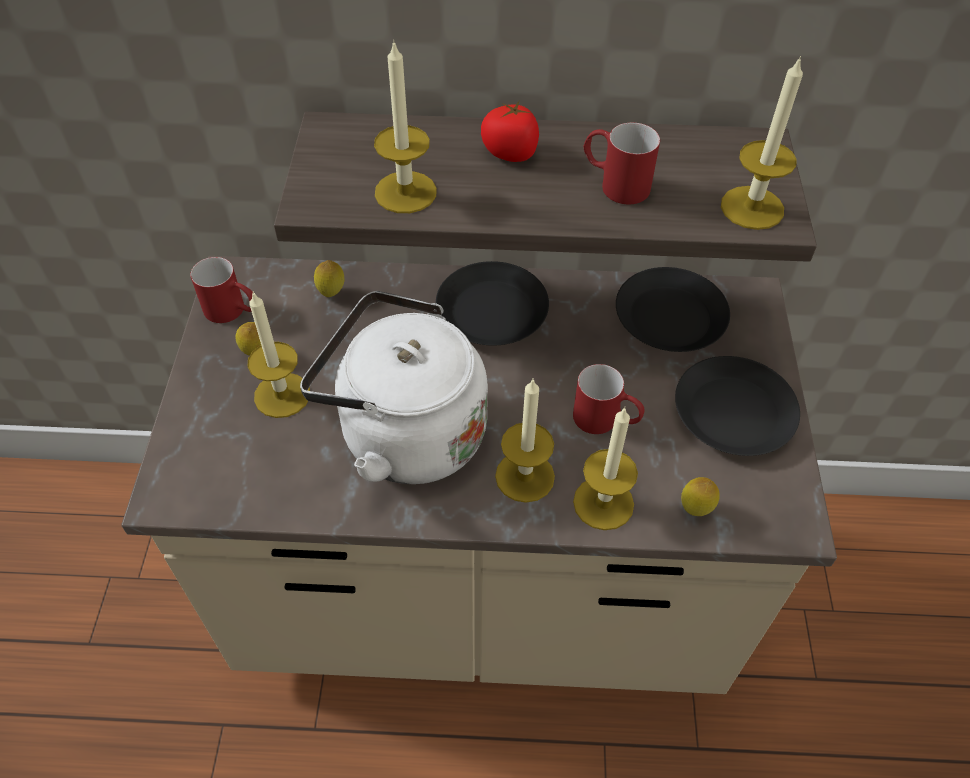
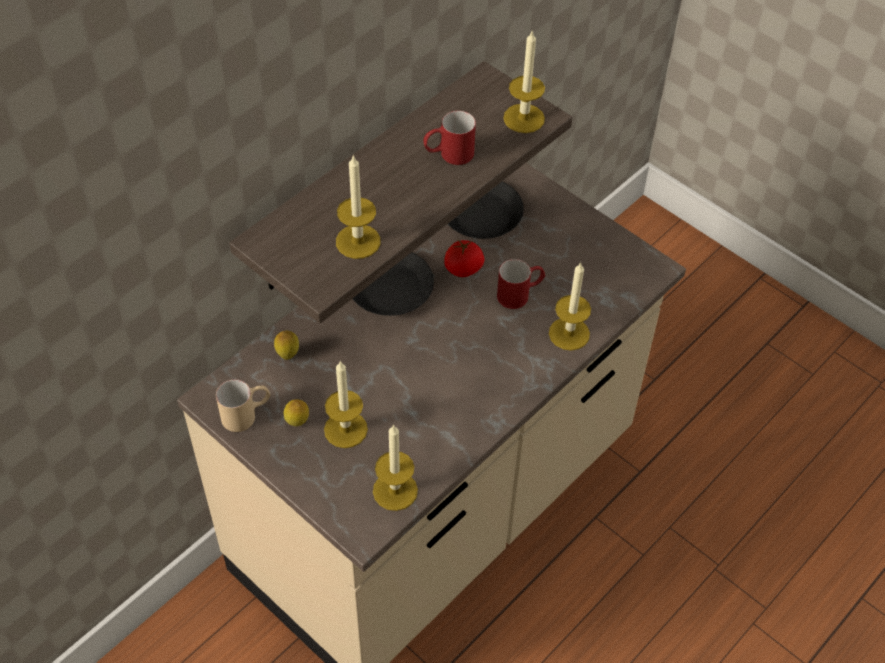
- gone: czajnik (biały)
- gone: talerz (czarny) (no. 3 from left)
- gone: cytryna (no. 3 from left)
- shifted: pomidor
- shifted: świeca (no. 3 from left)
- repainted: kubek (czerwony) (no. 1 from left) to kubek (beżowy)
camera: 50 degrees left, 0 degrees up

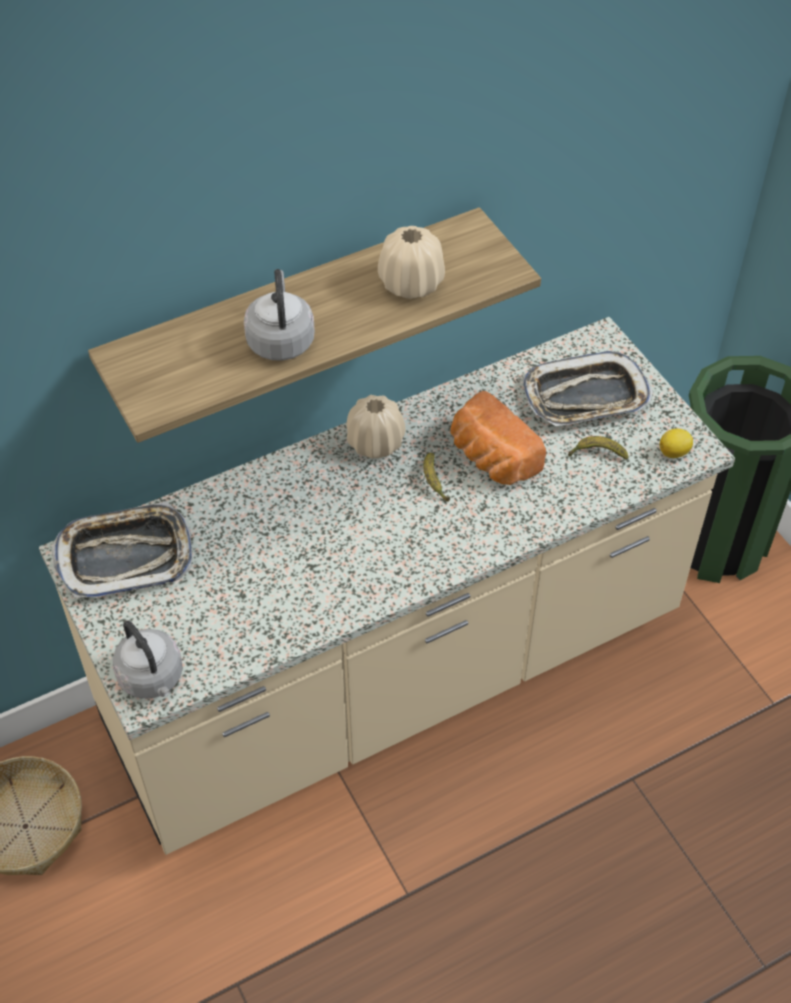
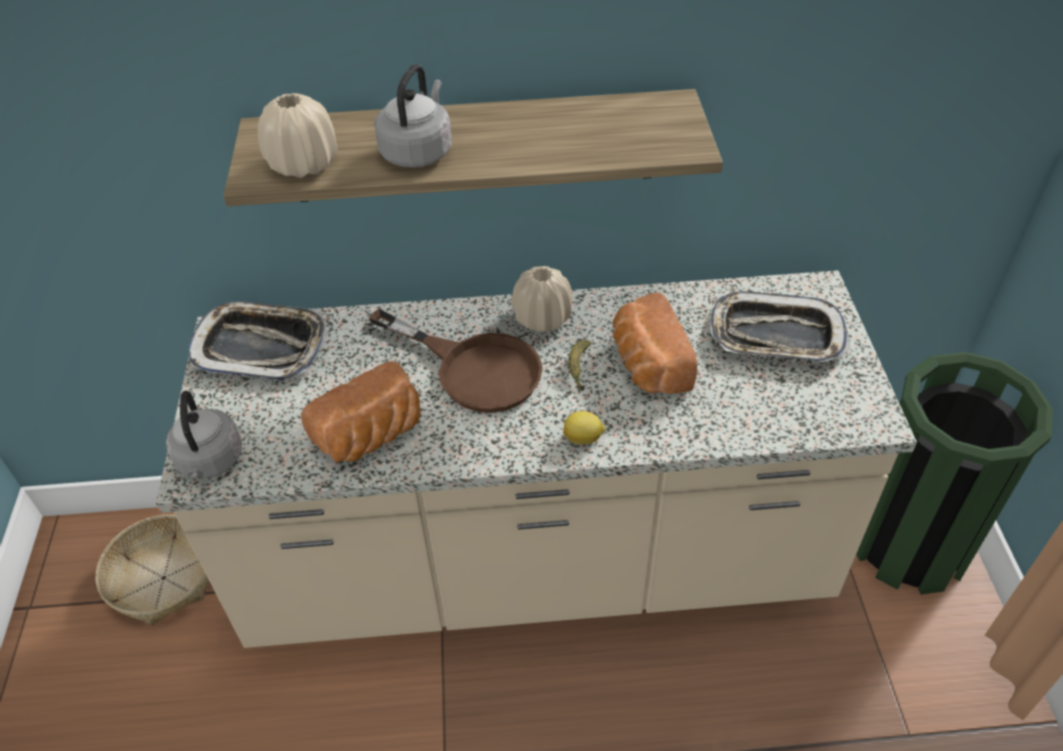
- gone: banan (no. 2 from left)
- new: chleb (no. 1 from left)
- new: patelnia (brązowy)
- shifted: wazon (beżowy) (no. 2 from left in the first image) to wazon (beżowy) (no. 1 from left)
- shifted: cytryna
camera: 25 degrees right, 5 degrees down

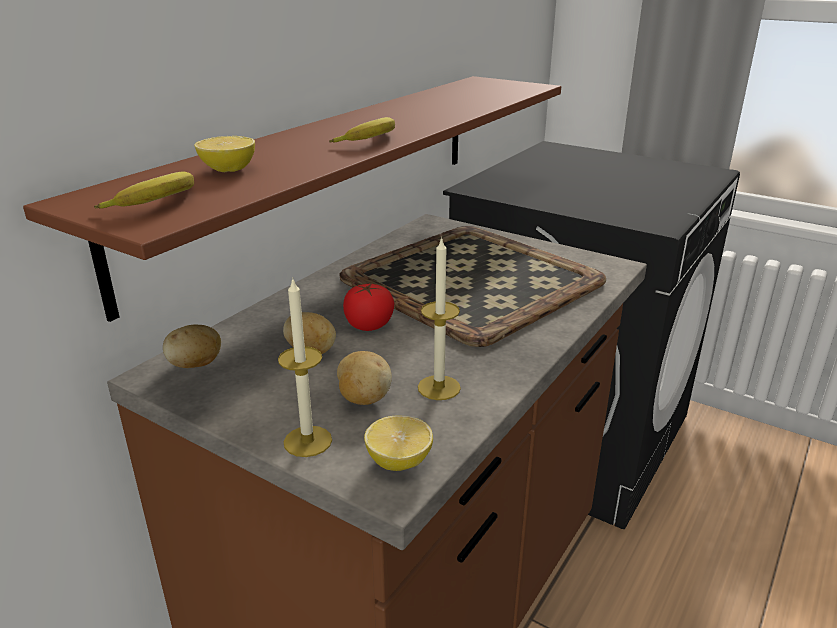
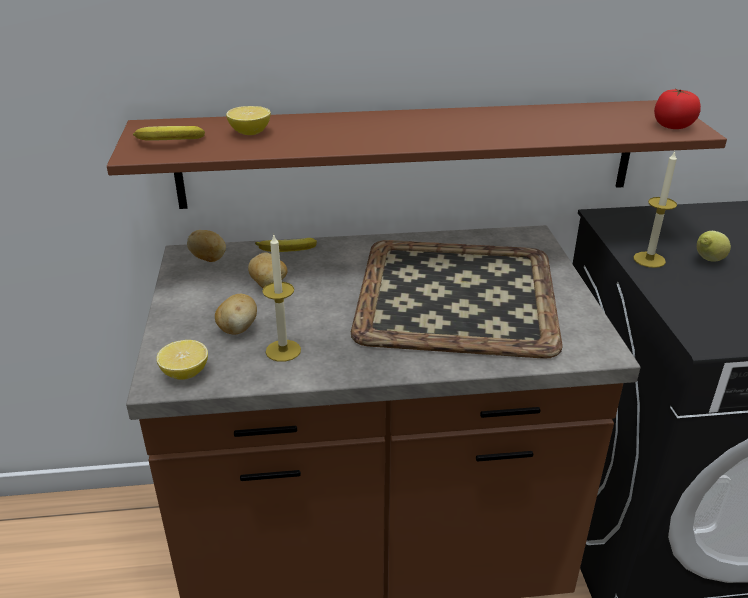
- new: cytryna (no. 3 from left)
- shifted: świeca (no. 1 from left in the first image) to świeca (no. 2 from left)
- shifted: banan (no. 2 from left)
- shifted: pomidor
camera: 50 degrees right, 5 degrees up

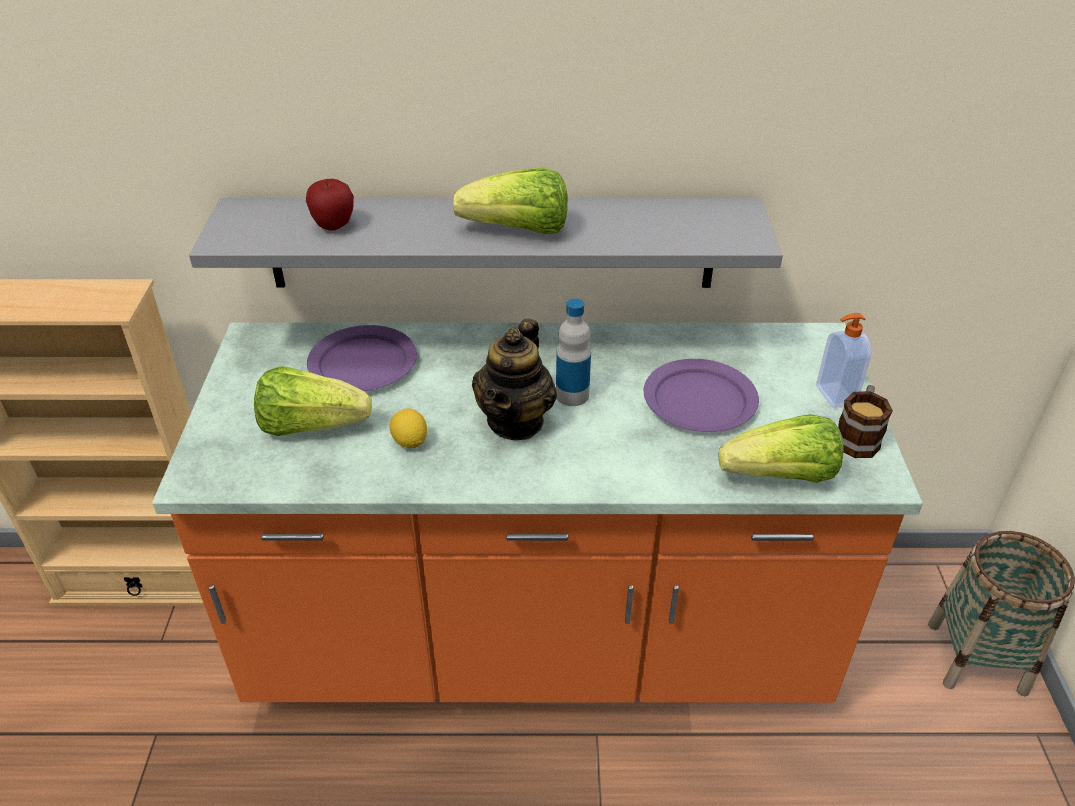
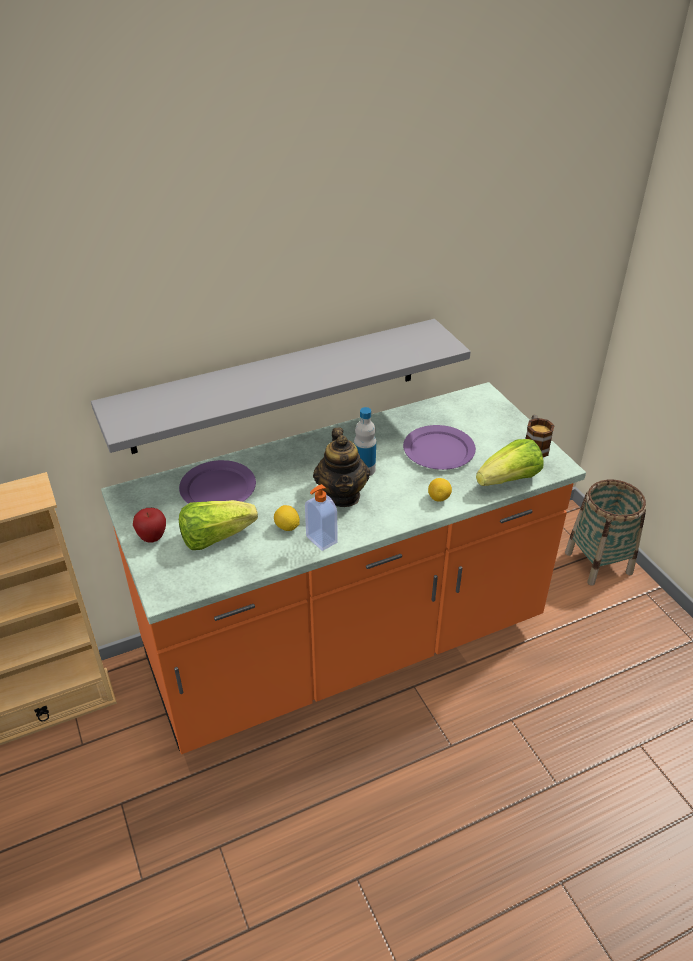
- gone: sałata (no. 2 from left)
- new: cytryna (no. 2 from left)
- shifted: jabłko
- shifted: dozownik mydła
camera: 25 degrees left, 0 degrees up

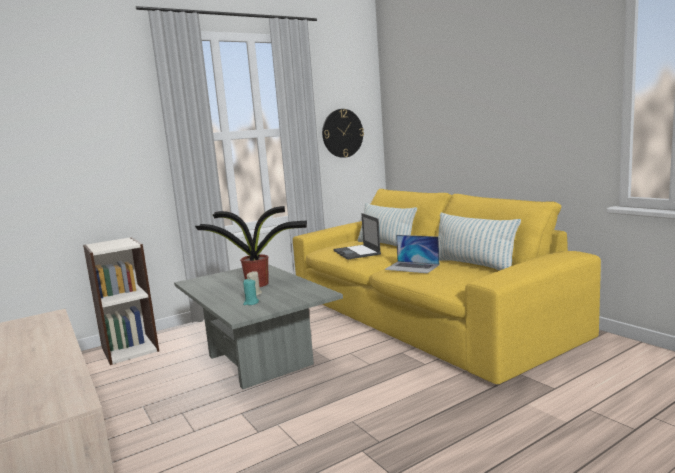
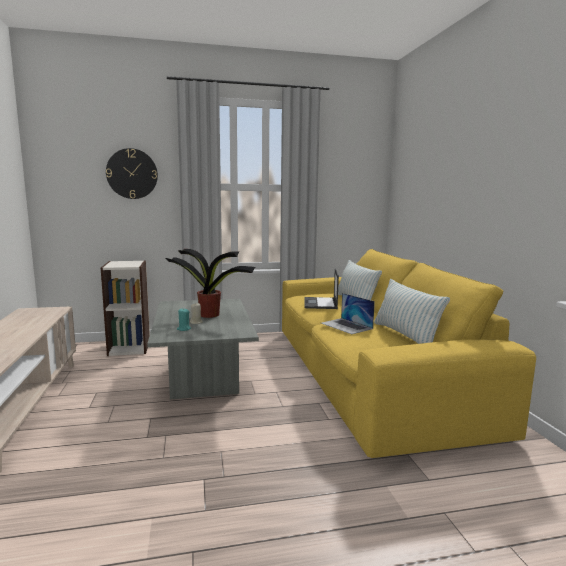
- shifted: zegar ścienny
camera: 20 degrees right, 0 degrees up

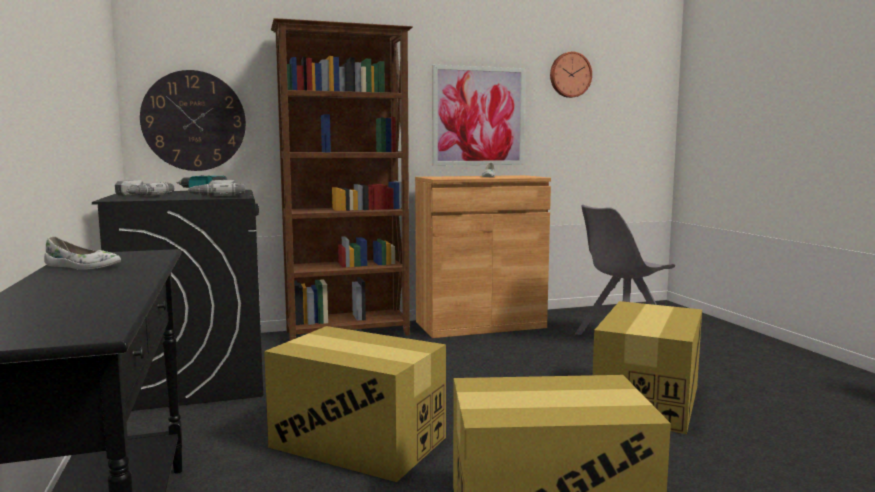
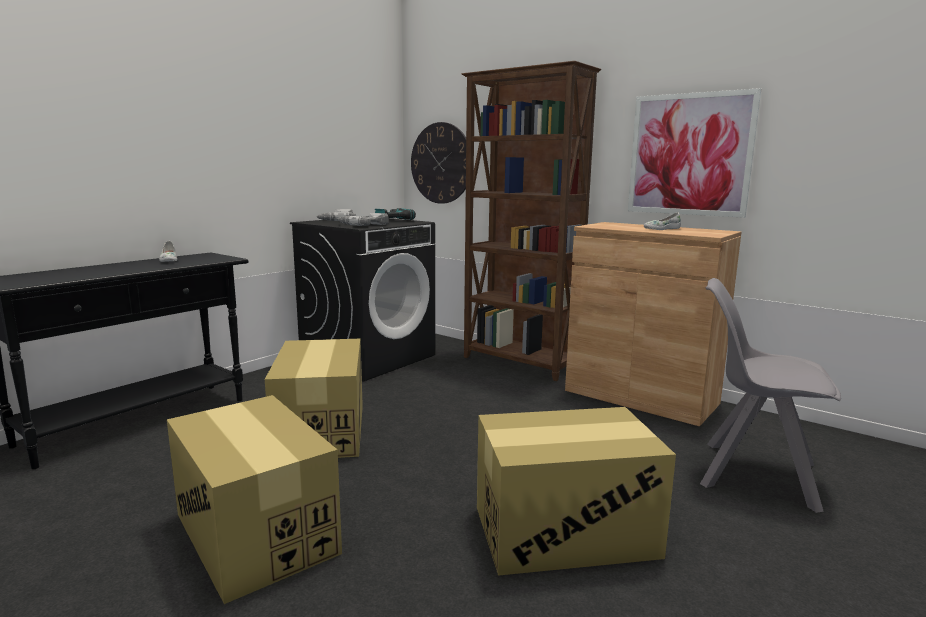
- gone: zegar ścienny (no. 2 from left)
camera: 55 degrees right, 5 degrees up

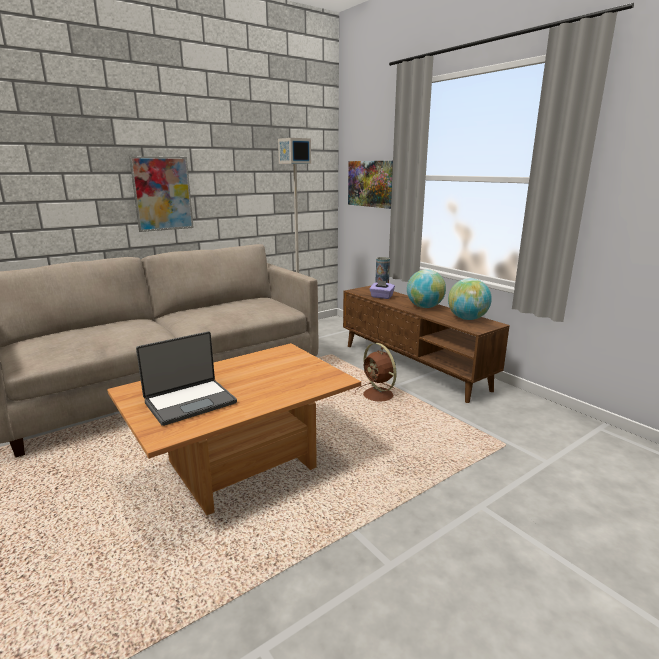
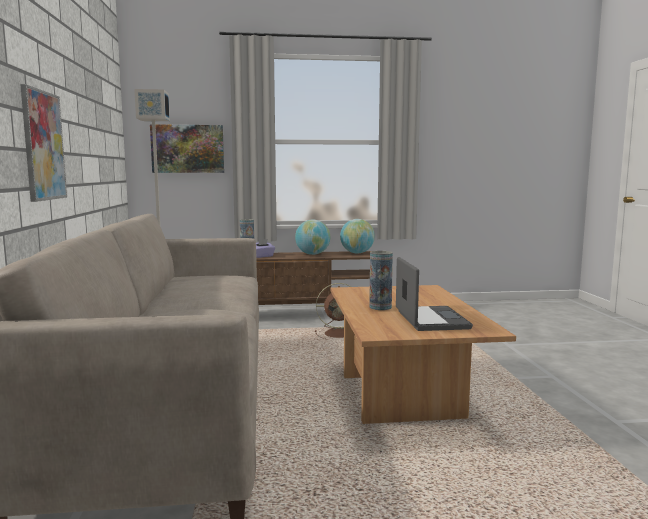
- new: wazon (no. 2 from left)
camera: 60 degrees left, 10 degrees down

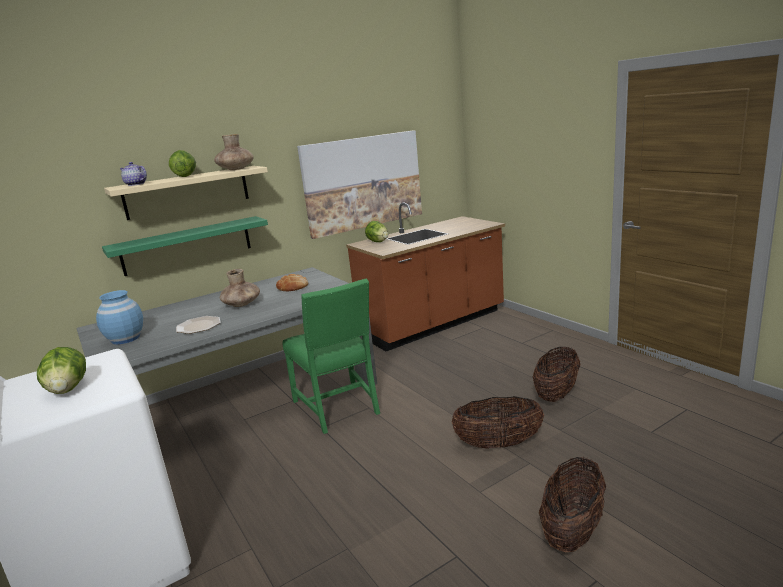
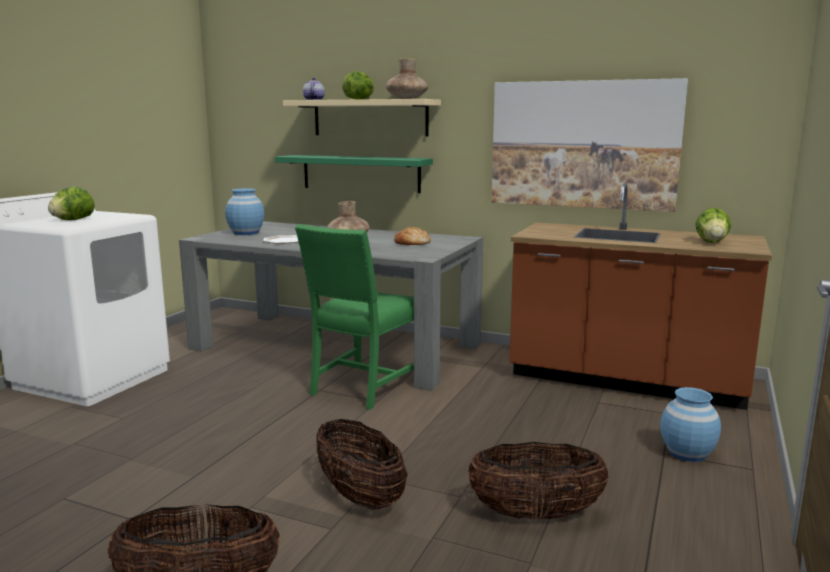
- new: wazon (niebieski) (no. 2 from left)
- shifted: sałata (no. 3 from left)
camera: 55 degrees right, 5 degrees down

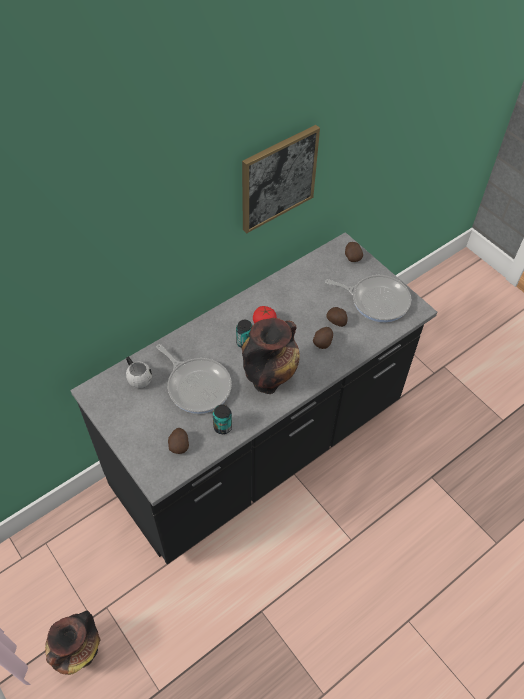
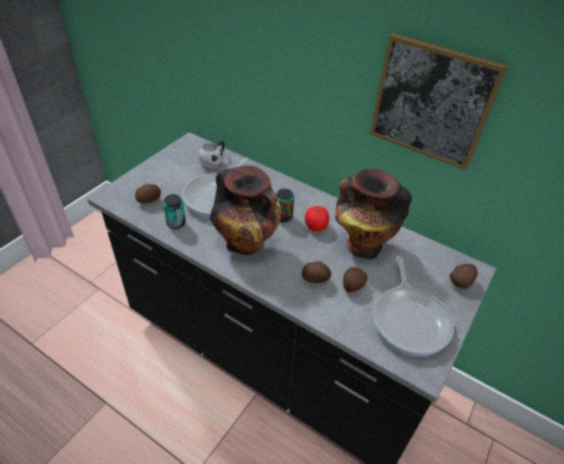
- shifted: wazon (no. 1 from left in the first image) to wazon (no. 2 from left)
camera: 70 degrees right, 10 degrees down

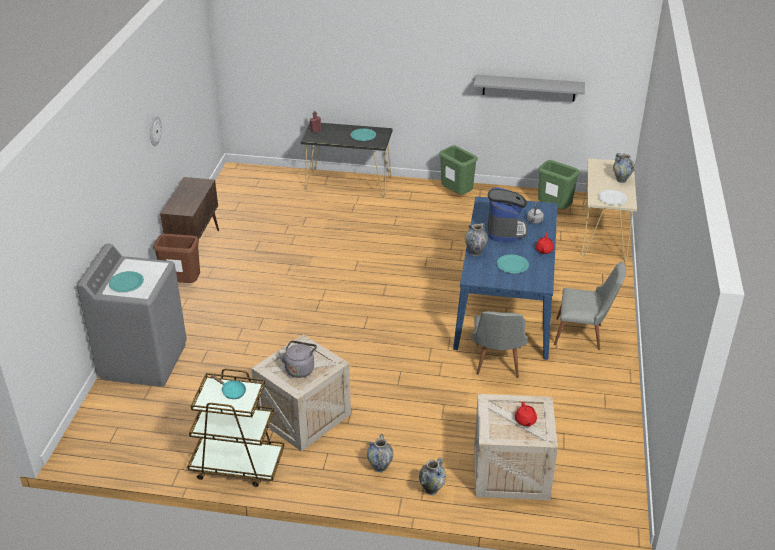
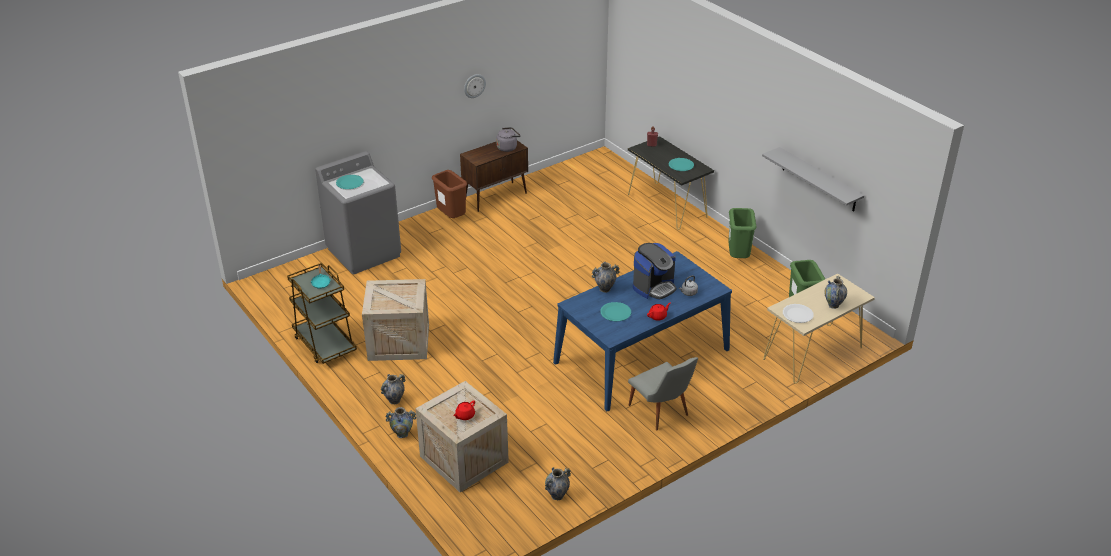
- gone: krzesło (szary) (no. 1 from left)
- new: wazon (no. 3 from left)
- shifted: czajnik (szary) (no. 1 from left)
camera: 45 degrees right, 0 degrees up

